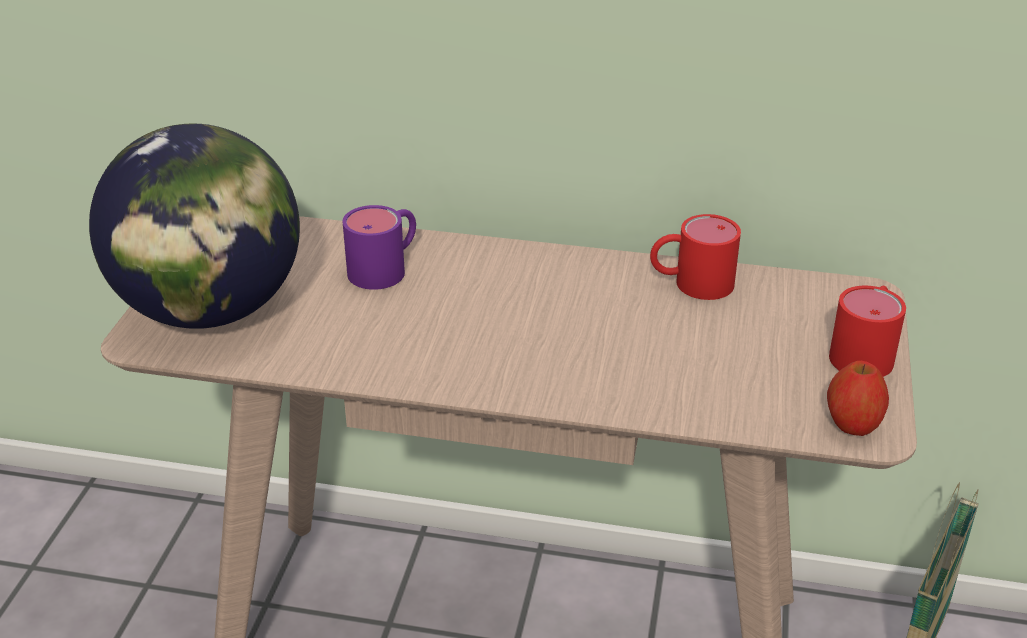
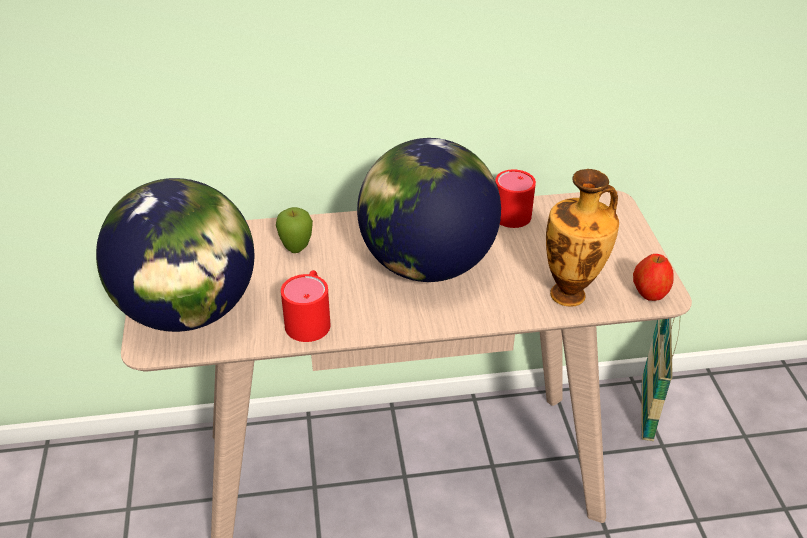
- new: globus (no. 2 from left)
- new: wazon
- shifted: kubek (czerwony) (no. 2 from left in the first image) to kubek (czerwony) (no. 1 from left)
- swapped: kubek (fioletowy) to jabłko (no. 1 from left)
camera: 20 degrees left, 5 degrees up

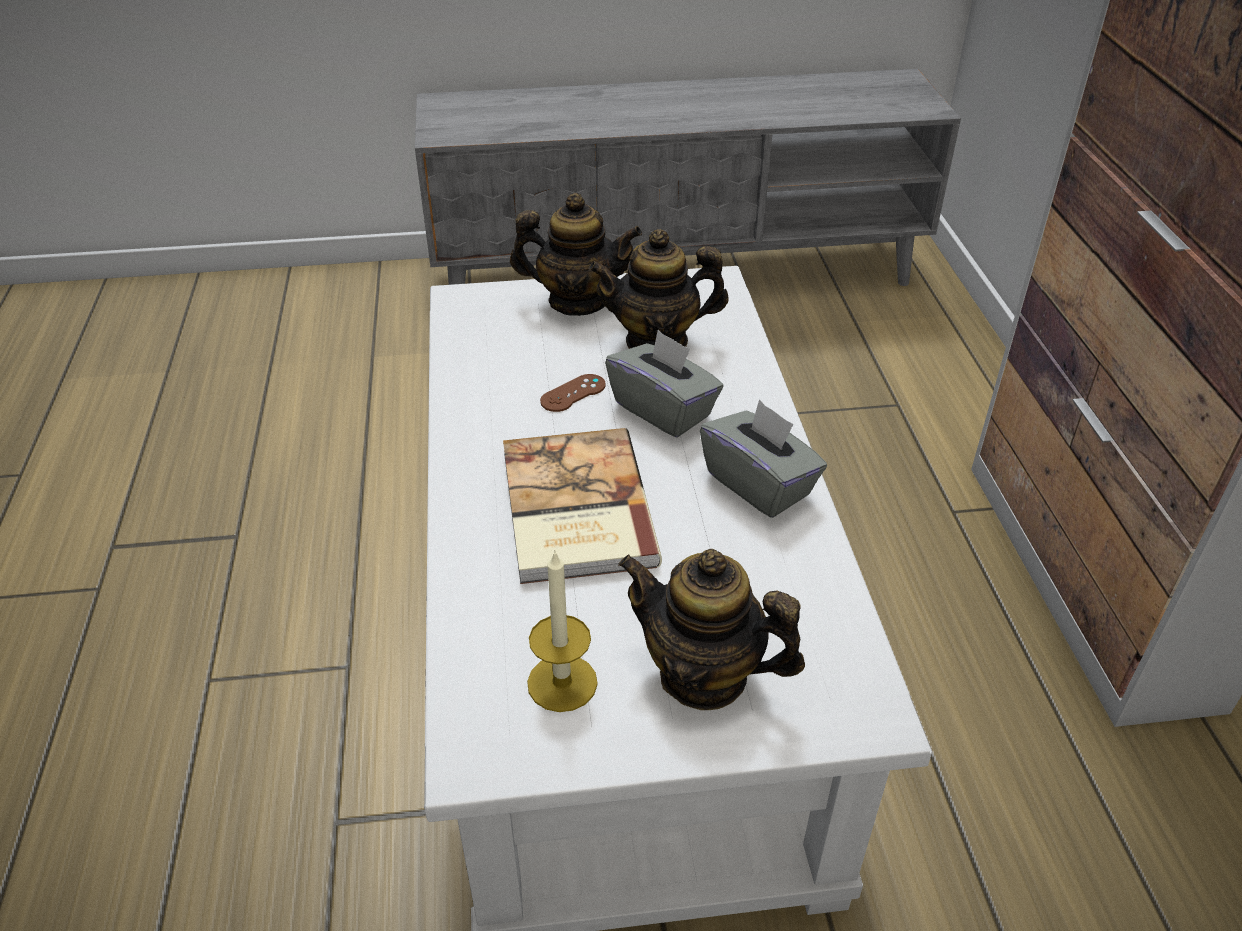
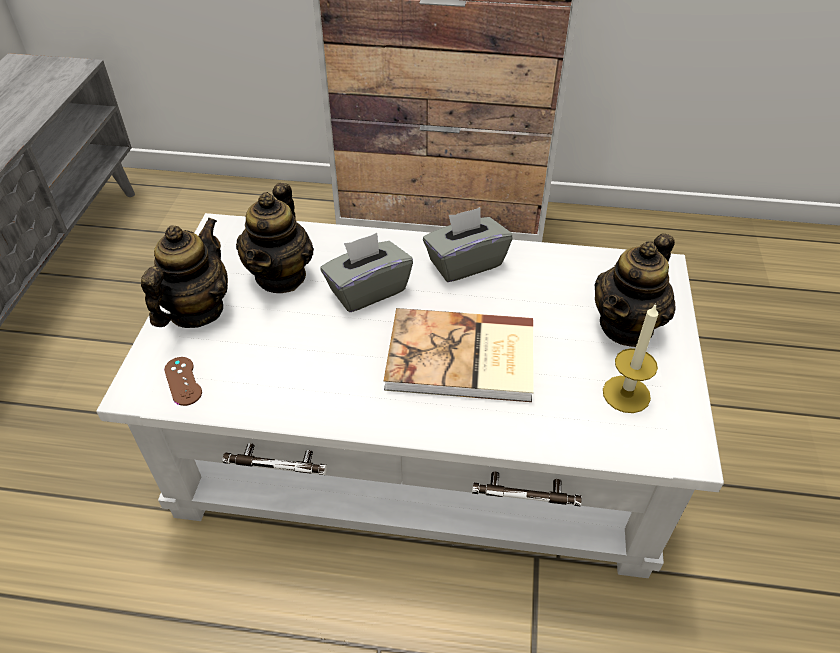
- shifted: pad do gier (brązowy)
camera: 75 degrees left, 5 degrees up

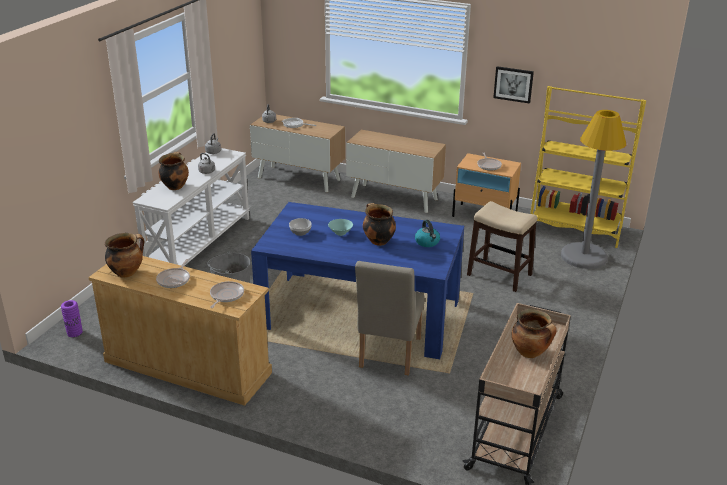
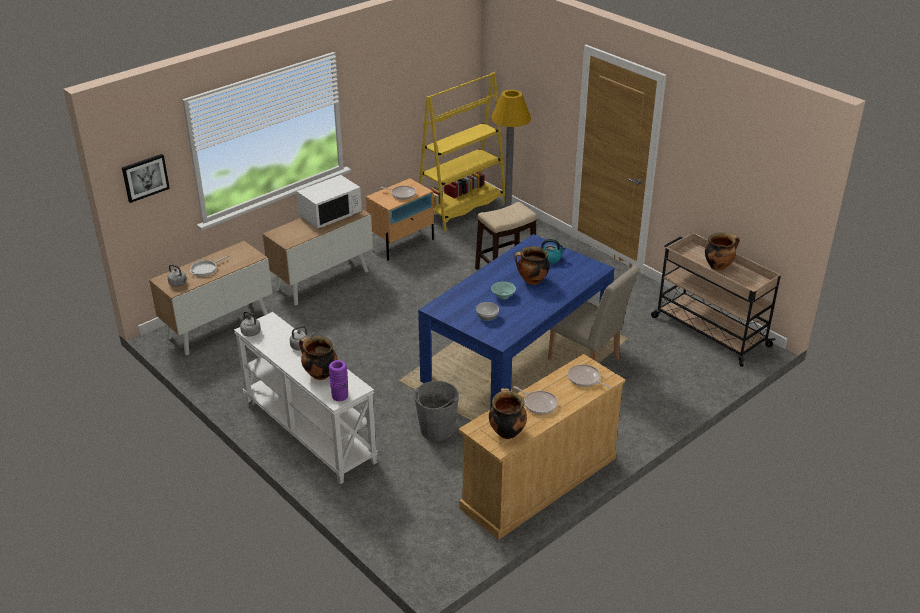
- new: mikrofalówka (biały)
- shifted: wazon (fioletowy)
- shifted: obraz
camera: 65 degrees left, 5 degrees up

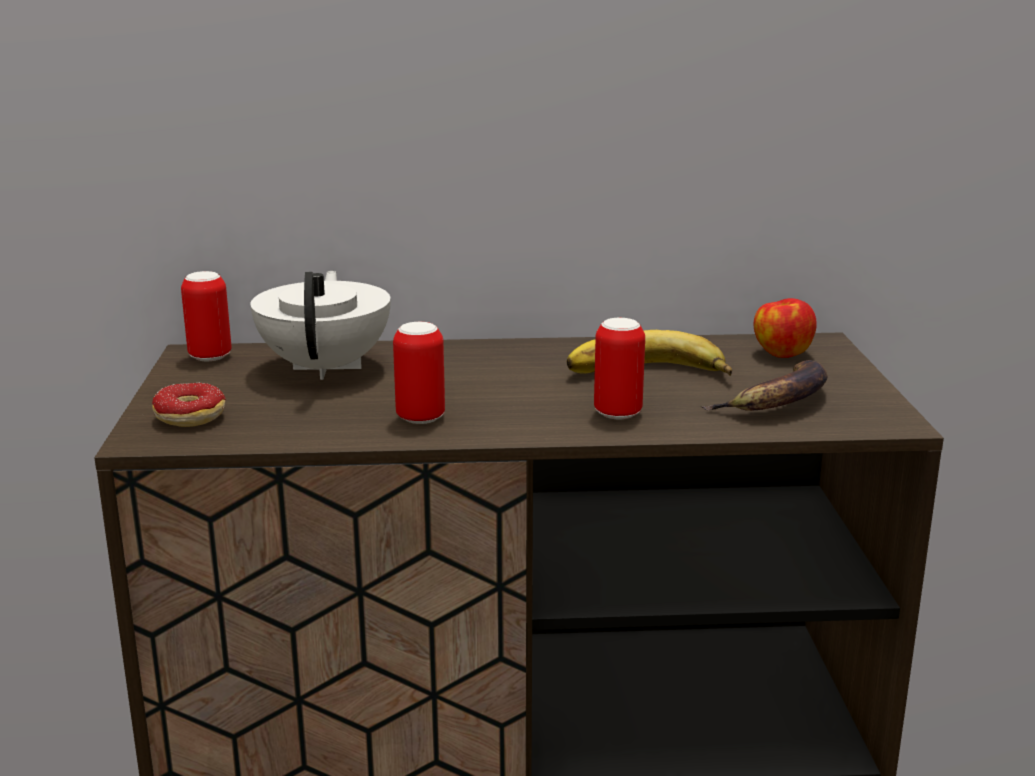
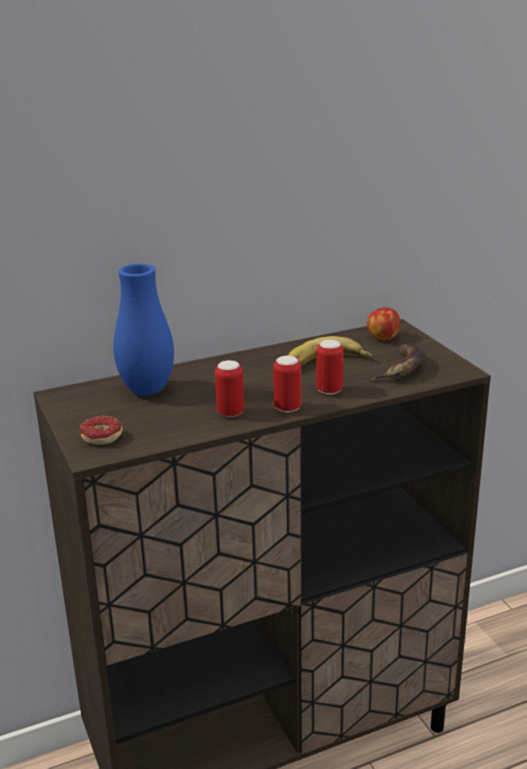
- shifted: puszka (no. 1 from left in the first image) to puszka (no. 2 from left)
- swapped: imbryk (biały) to wazon (niebieski)
camera: 20 degrees left, 5 degrees up

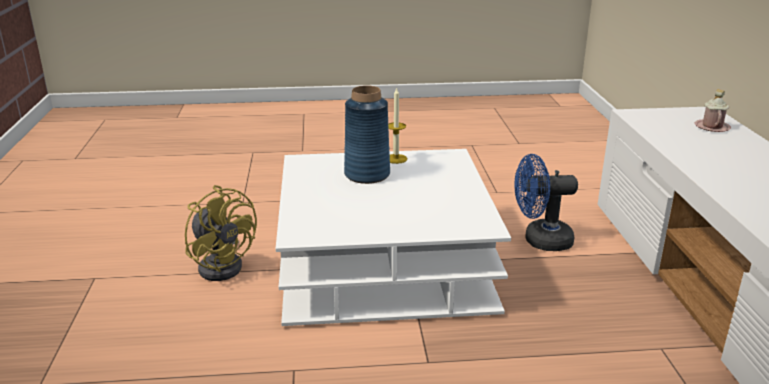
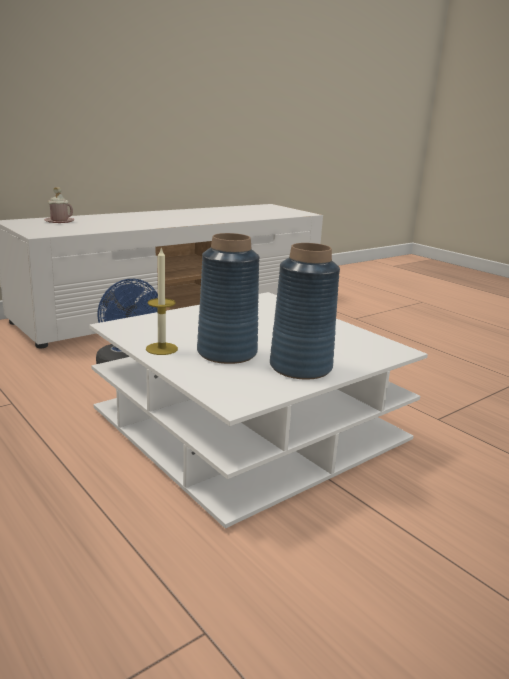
- gone: wentylator (żółty)
- new: wazon (niebieski) (no. 2 from left)
camera: 125 degrees left, 5 degrees down

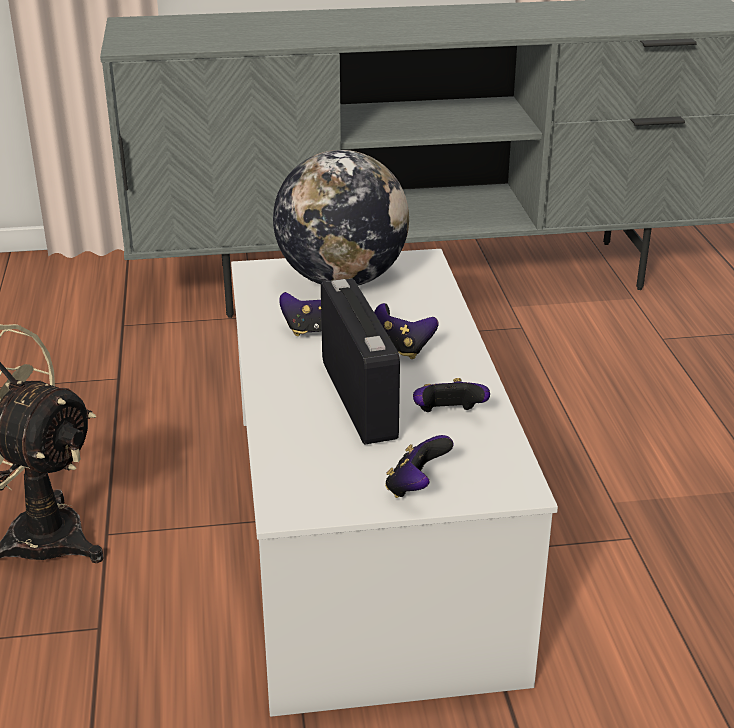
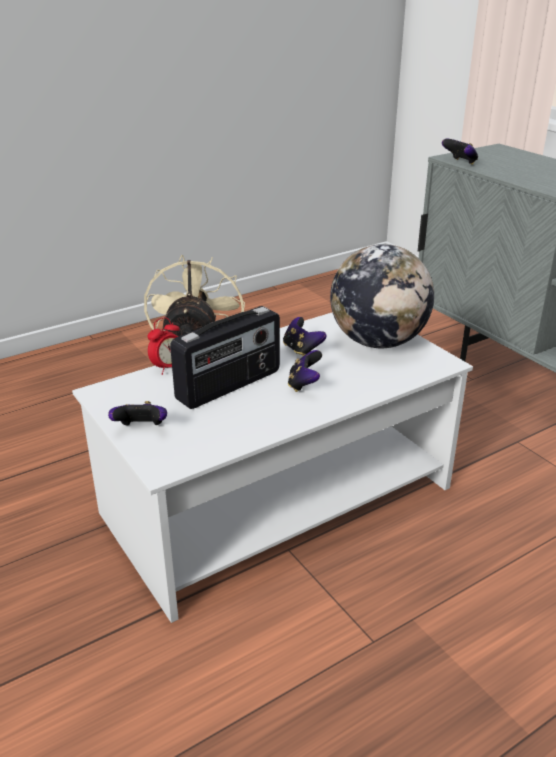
- new: budzik
- shifted: pad do gier (no. 4 from left)
camera: 65 degrees right, 0 degrees up

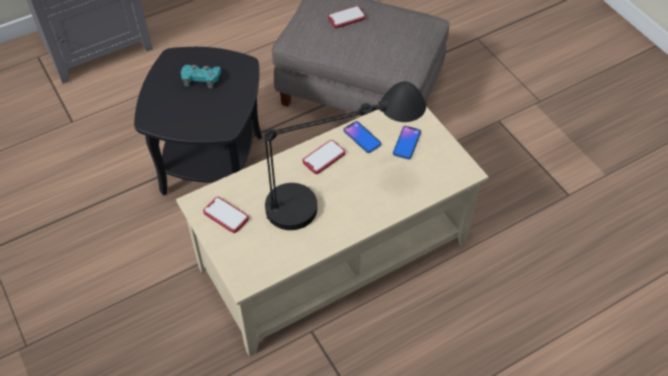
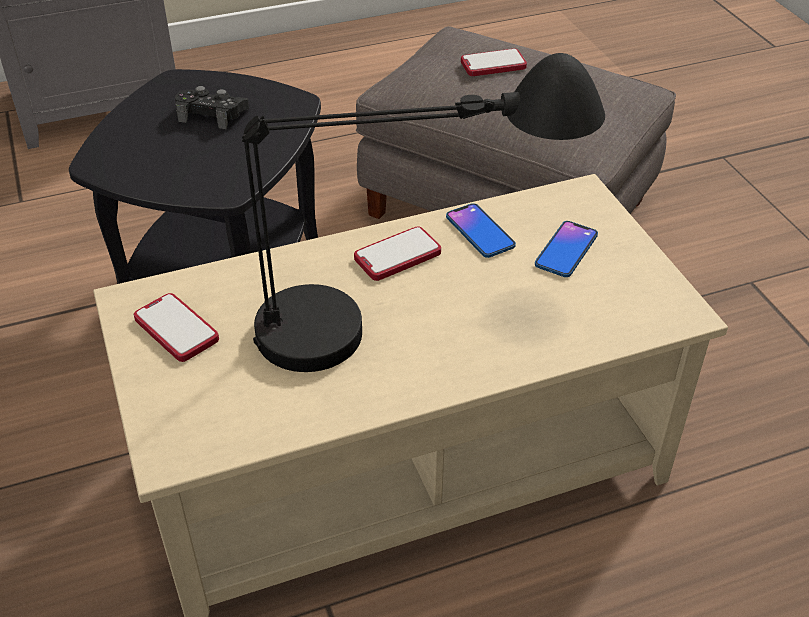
- repainted: pad do gier (turkusowy) to pad do gier (czarny)
camera: 10 degrees right, 10 degrees down

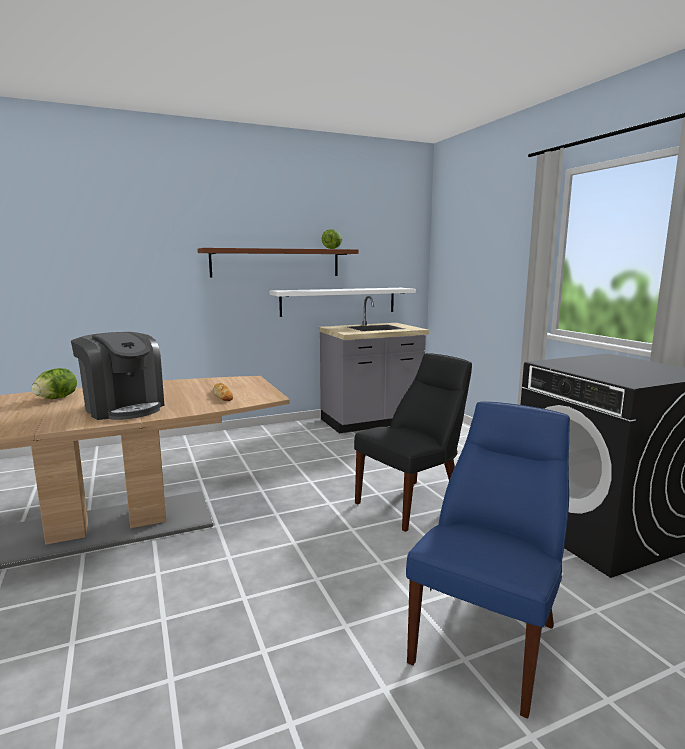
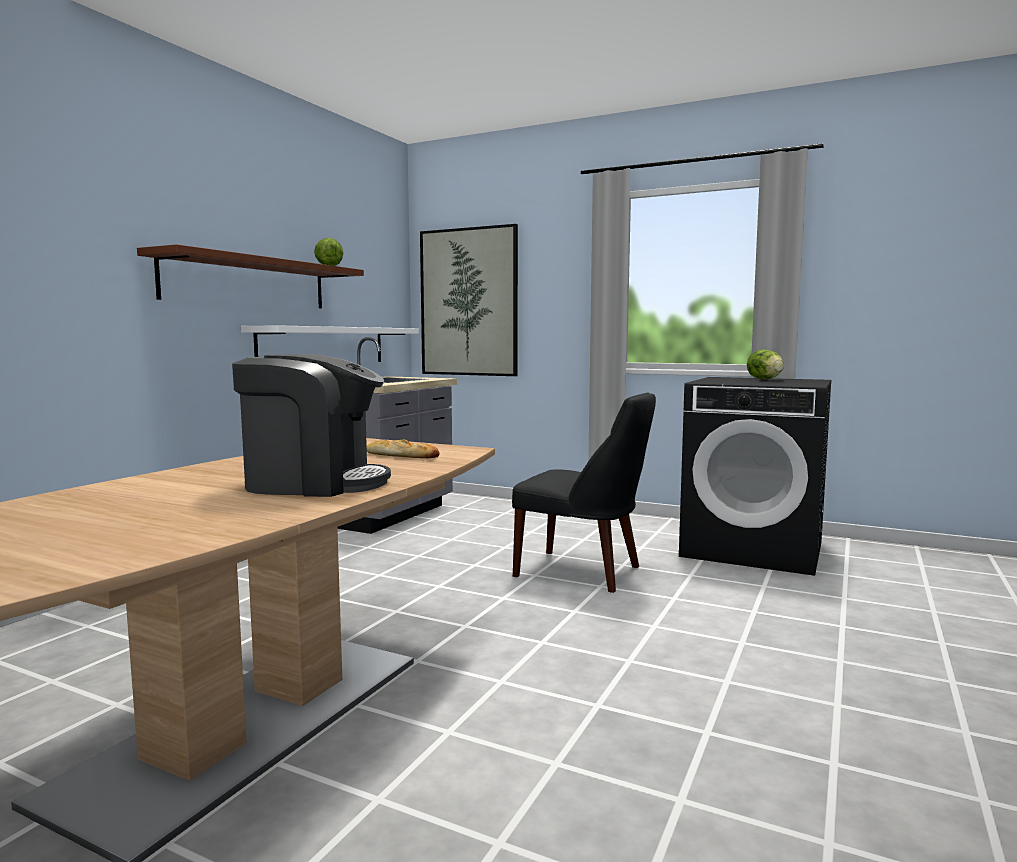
- gone: krzesło (niebieski)
- new: obraz
- shifted: sałata (no. 1 from left in the first image) to sałata (no. 2 from left)
- rotated: krzesło (czarny) 105 degrees clockwise
camera: 40 degrees left, 5 degrees down

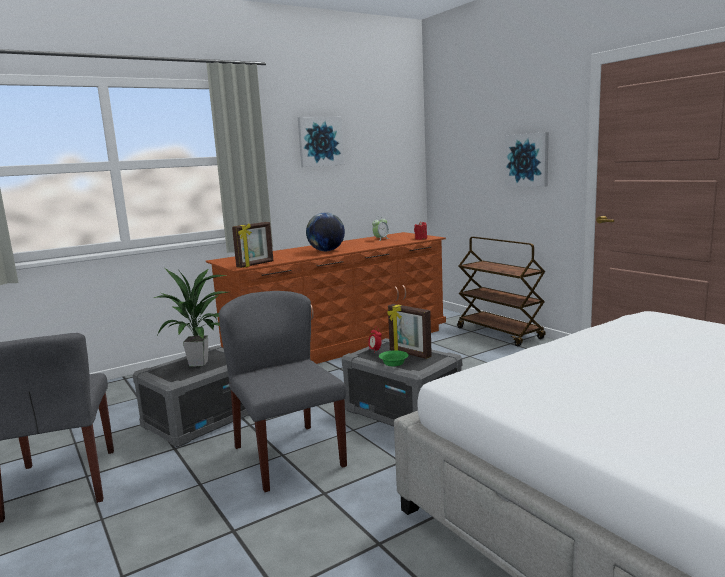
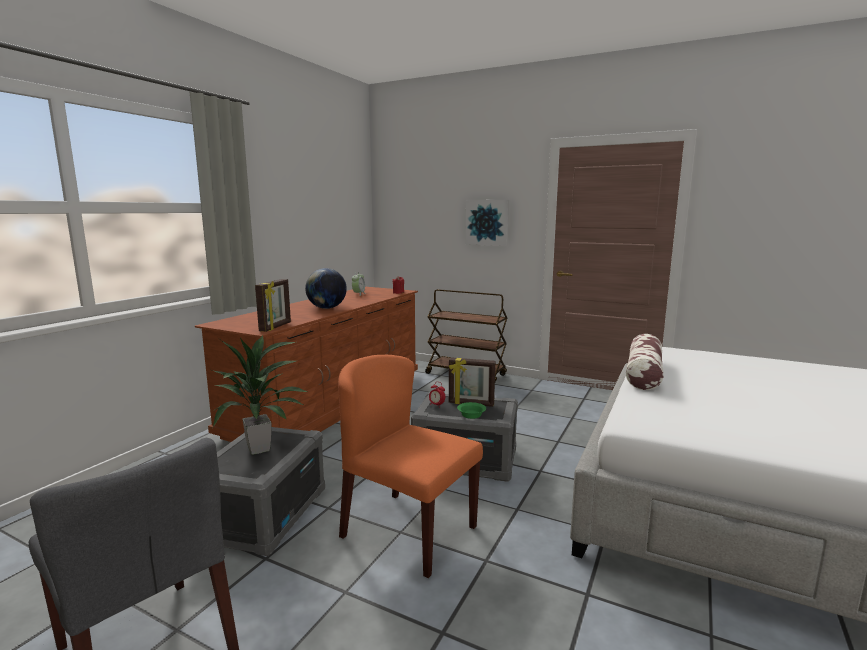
- gone: obraz (no. 1 from left)
- new: poduszka
- repainted: krzesło (szary) (no. 2 from left) to krzesło (pomarańczowy)
camera: 30 degrees left, 0 degrees up

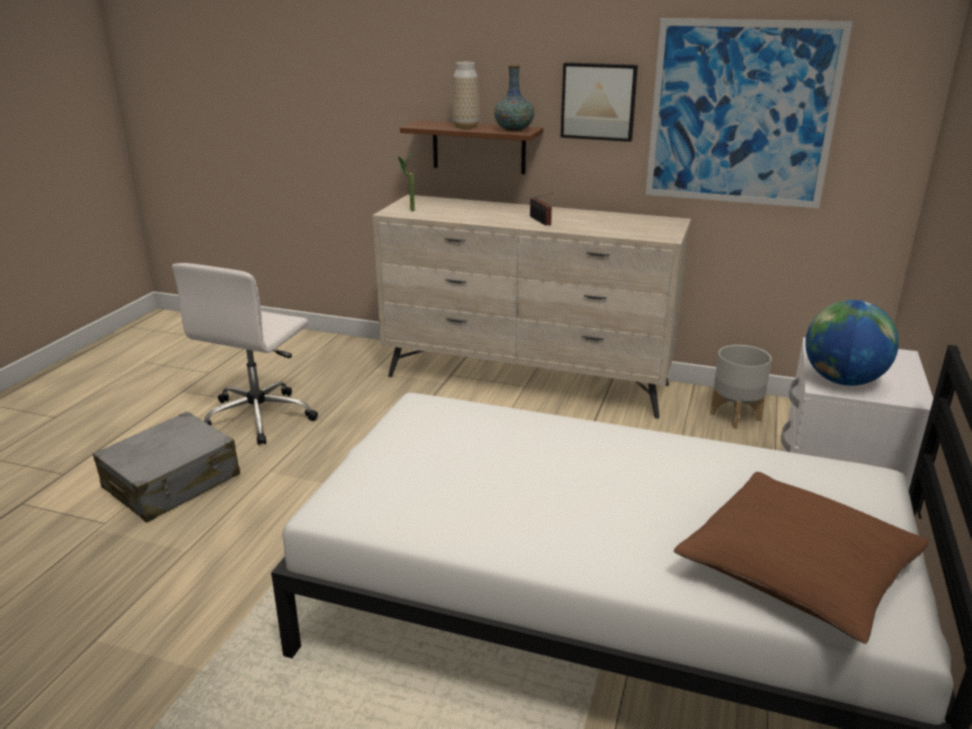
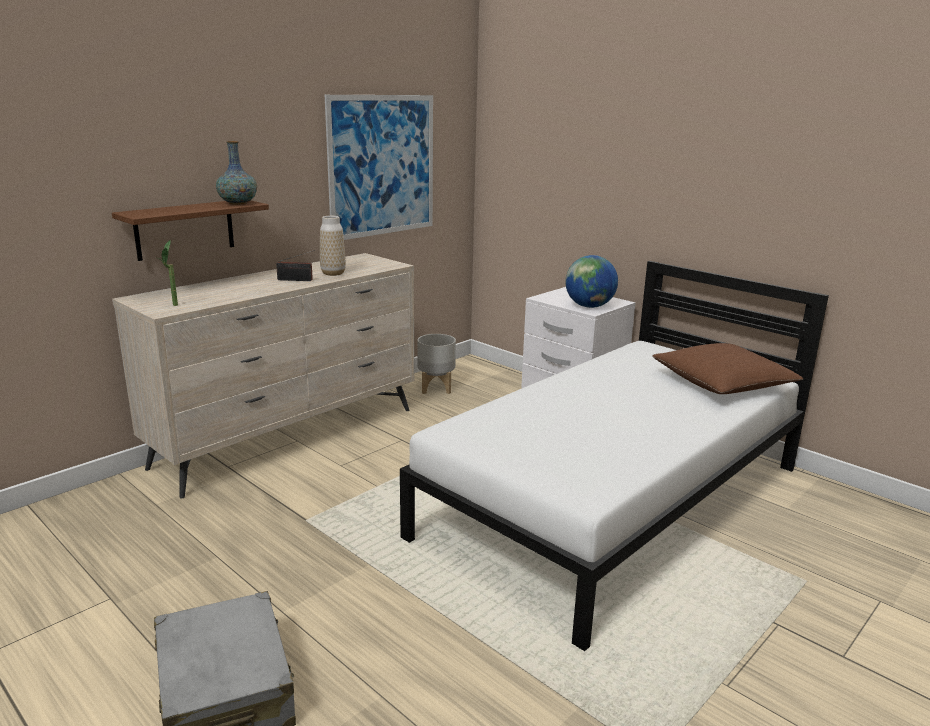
- gone: krzesło biurowe (biały)
- gone: obraz (no. 1 from left)
- shifted: wazon (no. 1 from left in the first image) to wazon (no. 2 from left)
camera: 65 degrees left, 5 degrees down

